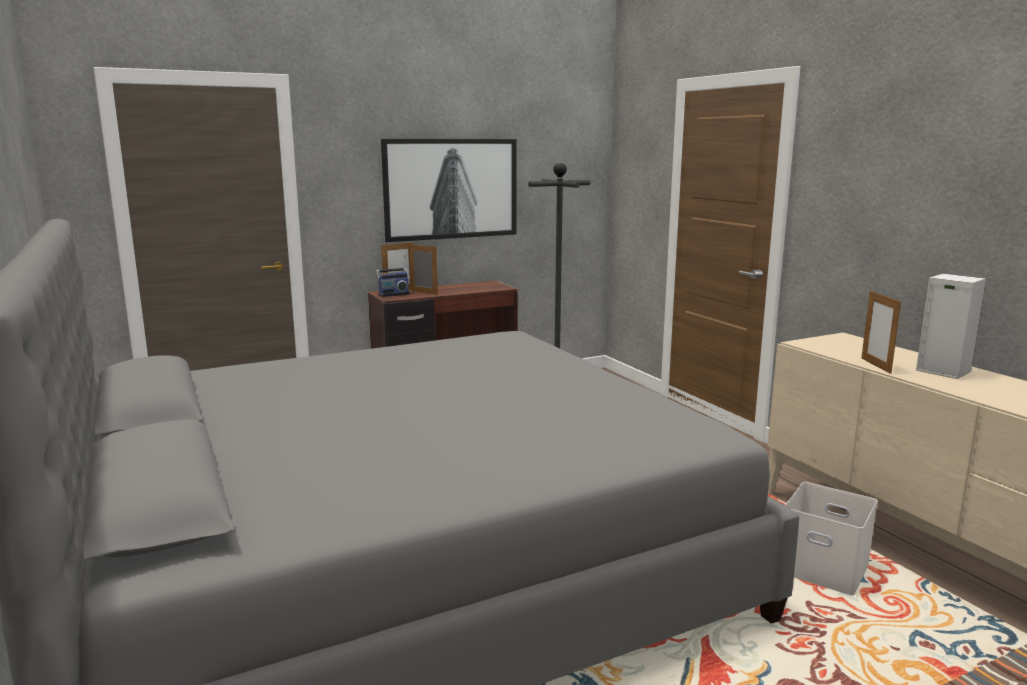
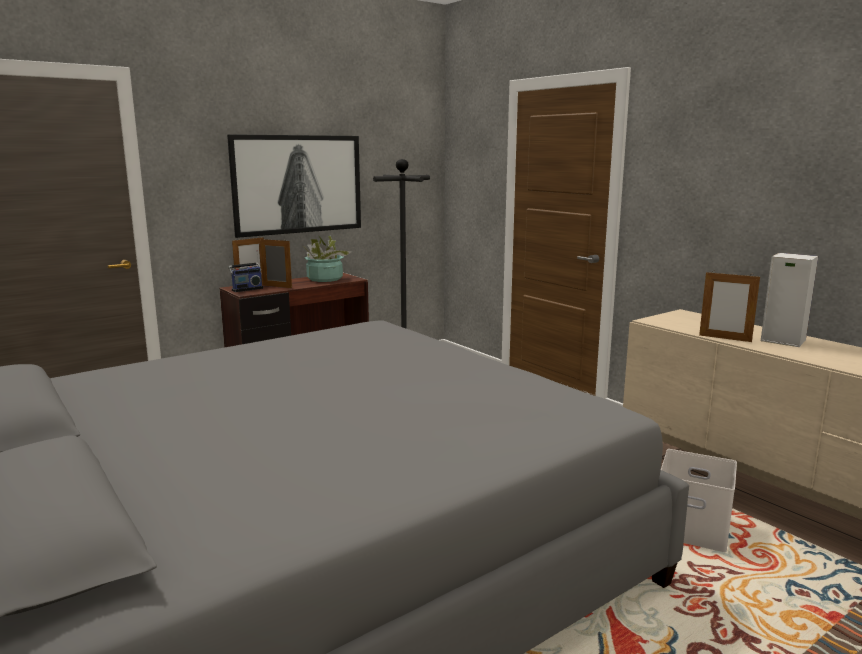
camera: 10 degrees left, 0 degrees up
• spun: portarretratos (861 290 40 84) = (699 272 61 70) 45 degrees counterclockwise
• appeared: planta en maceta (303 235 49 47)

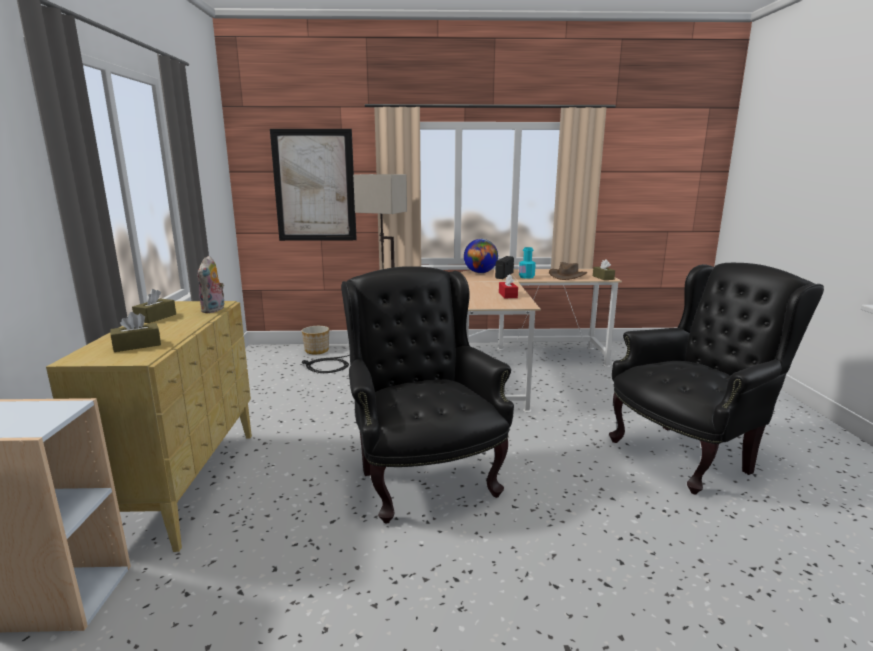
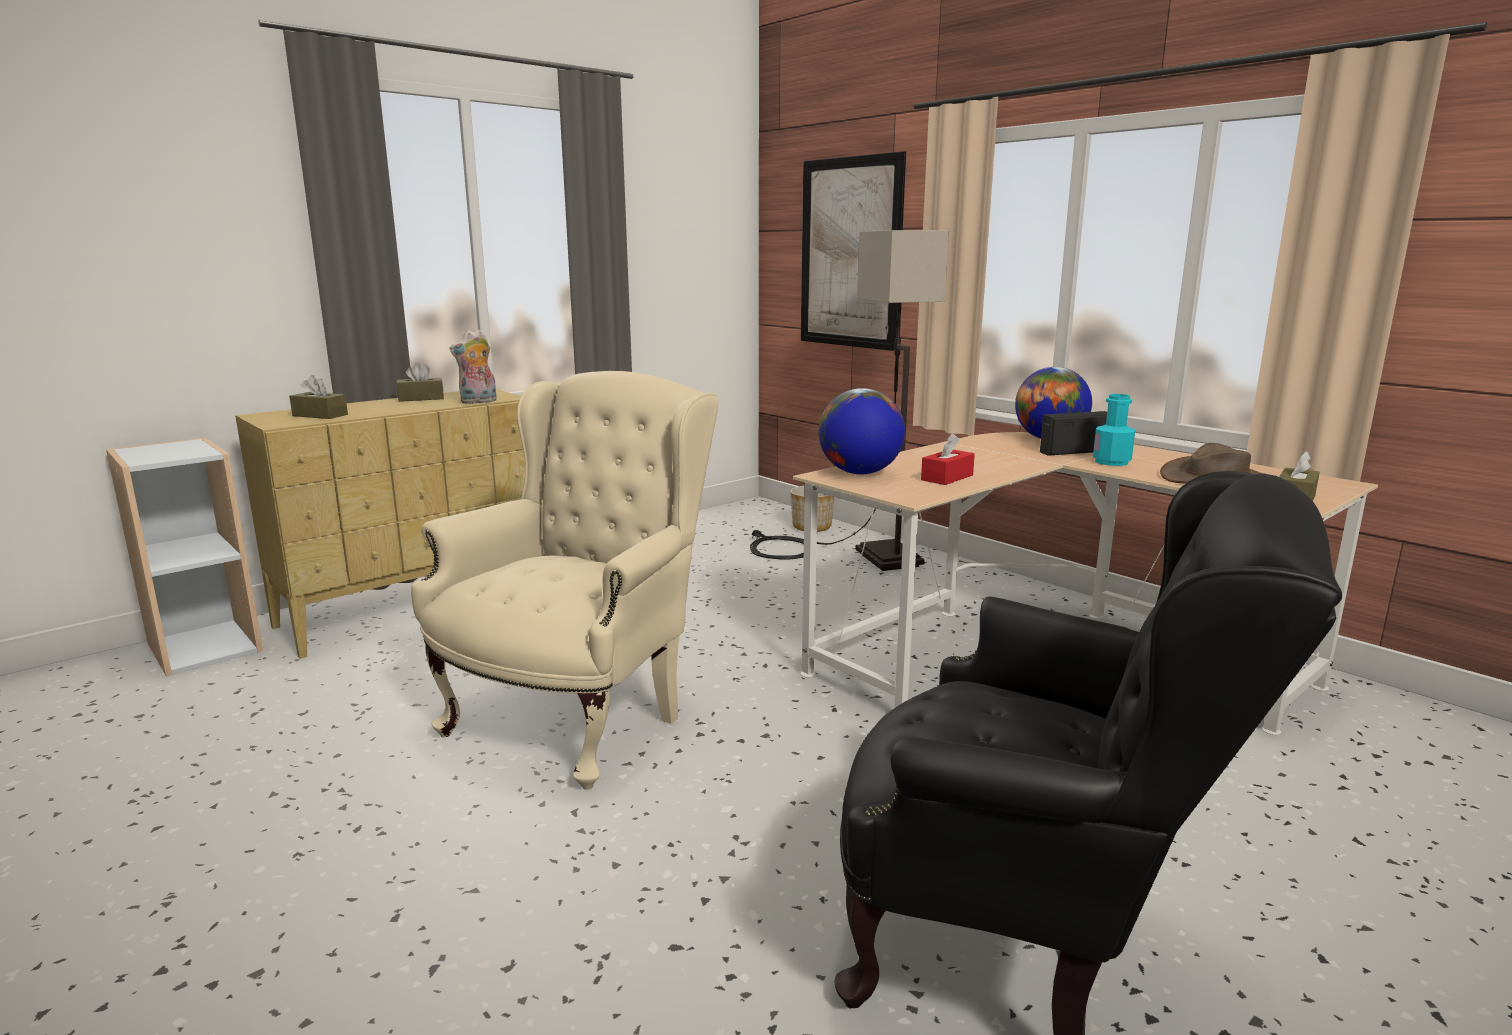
camera: 50 degrees right, 0 degrees up
• colour: sillón [negro] (341 266 173 258) to sillón [beis] (411 371 307 419)
• appeared: globo terráqueo (818 388 87 87)

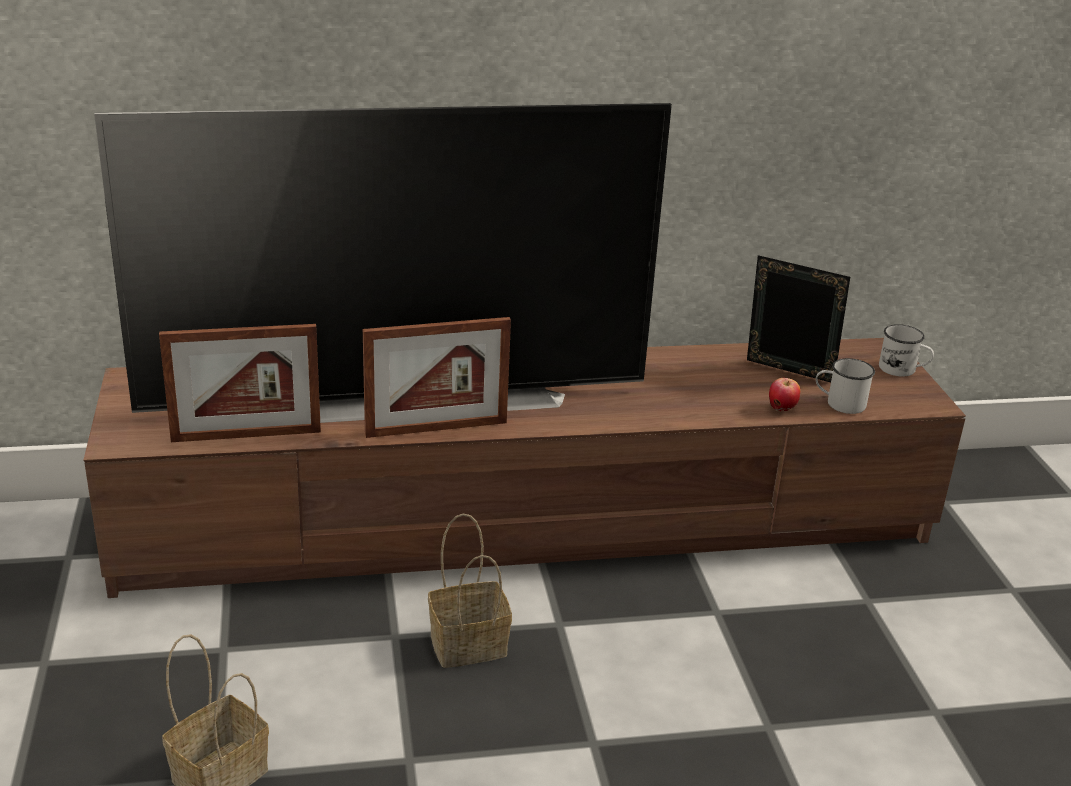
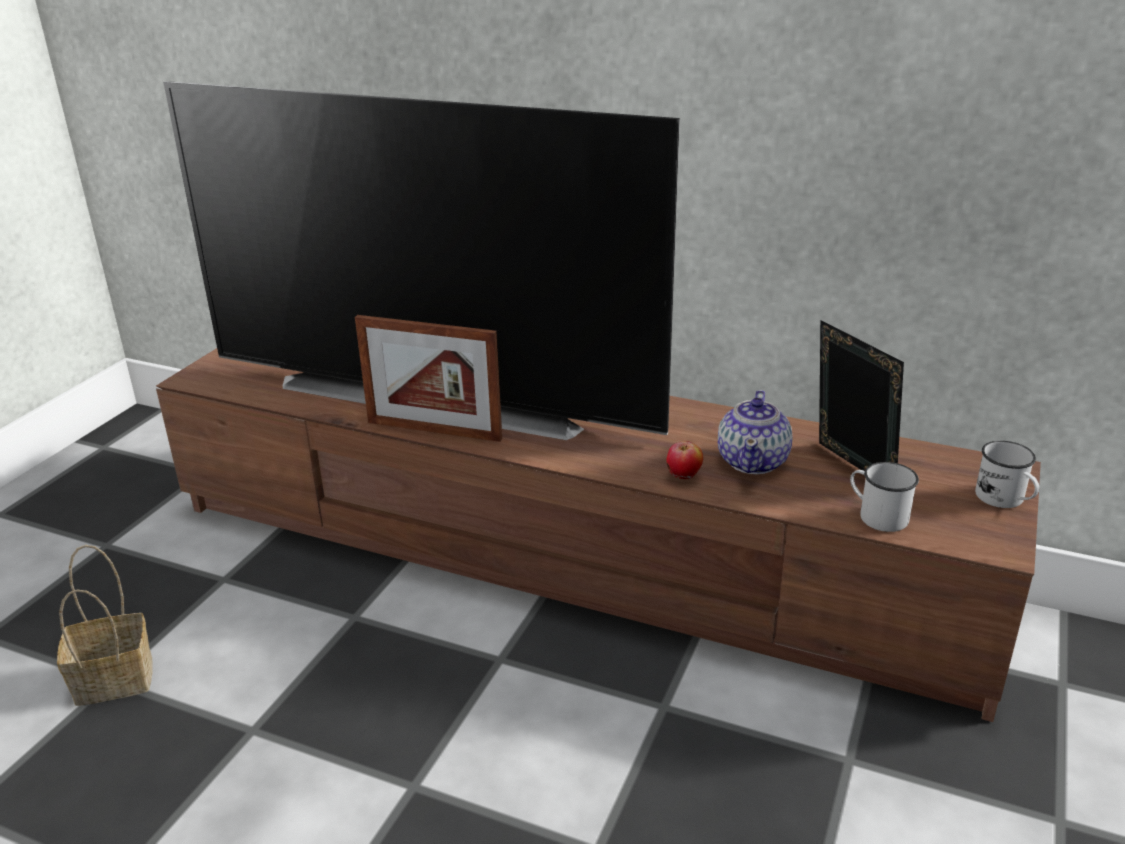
camera: 35 degrees right, 0 degrees up
• missing: portarretratos (159 324 162 118)
• missing: cesta (428 513 84 155)
• relocated: manzana (769 378 31 33) to (666 441 37 38)
• appeared: tetera (718 390 74 84)

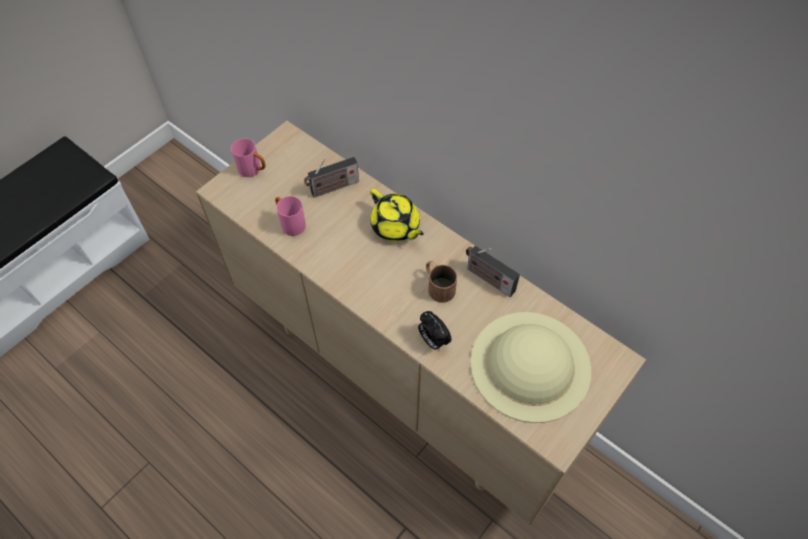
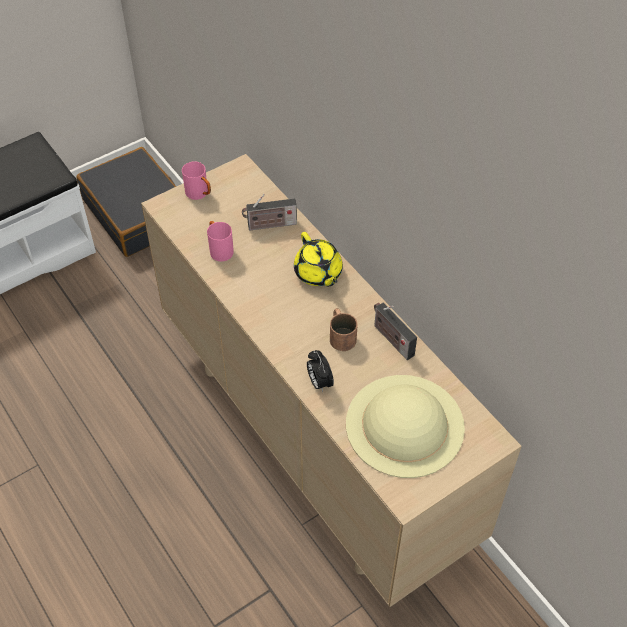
camera: 15 degrees right, 5 degrees down
• appeared: maleta [negro] (76 147 100 110)

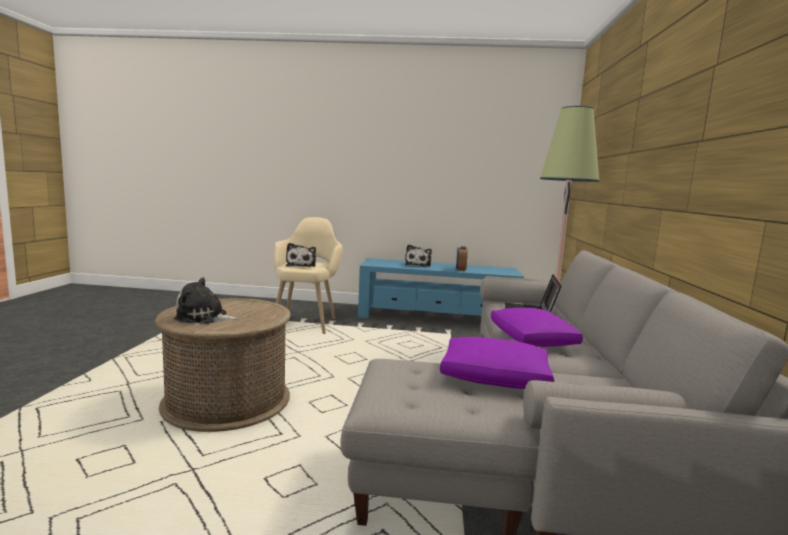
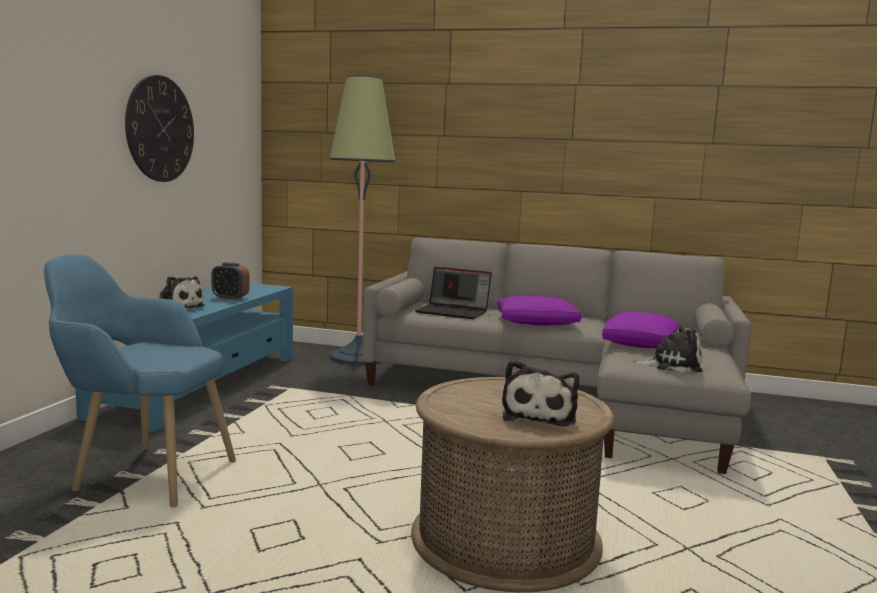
camera: 80 degrees left, 0 degrees up
• colour: sillón [beis] (274 217 69 117) to sillón [azul] (44 255 192 252)
• relocated: peluche (286 243 30 24) to (634 326 69 47)
• appeared: reloj de pared (125 75 69 107)

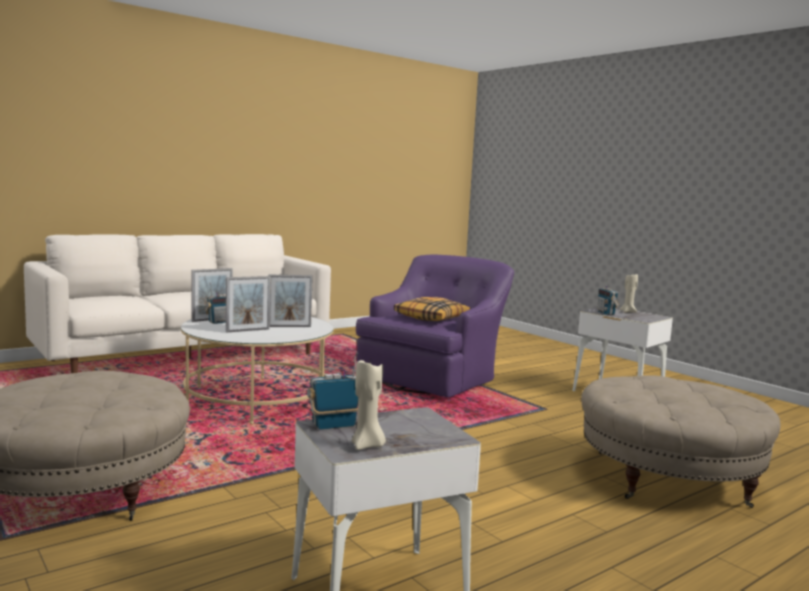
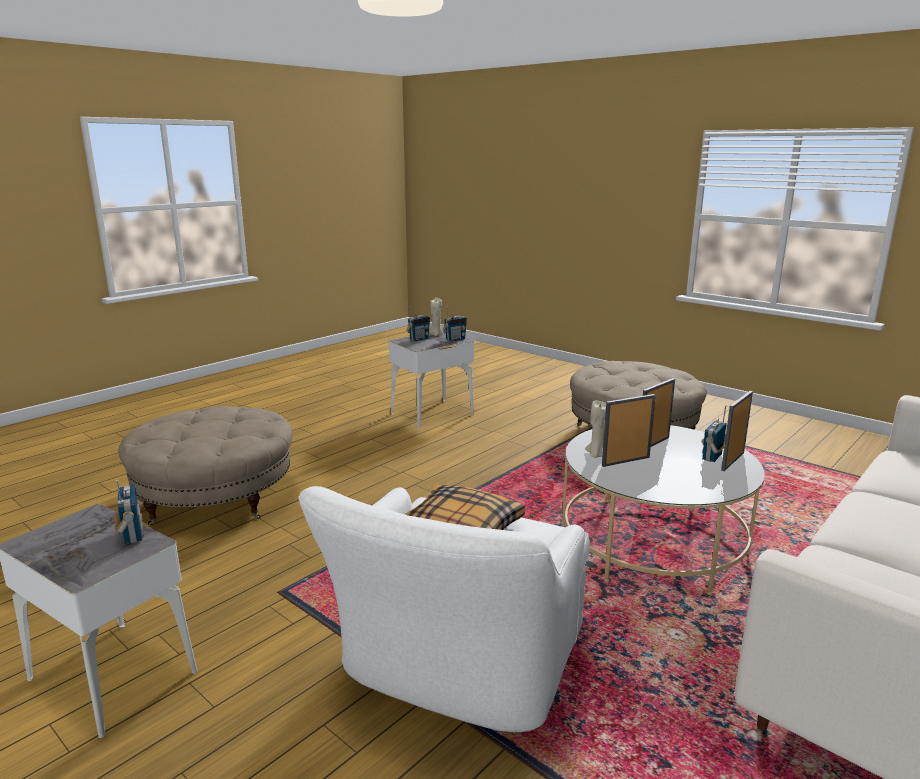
camera: 170 degrees right, 10 degrees up
• colour: sillón [morado] (356 254 158 143) to sillón [blanco] (299 486 291 246)
• relocated: vela [beis] (620 274 18 39) to (585 401 21 57)
• appeared: radio (406 306 24 35)

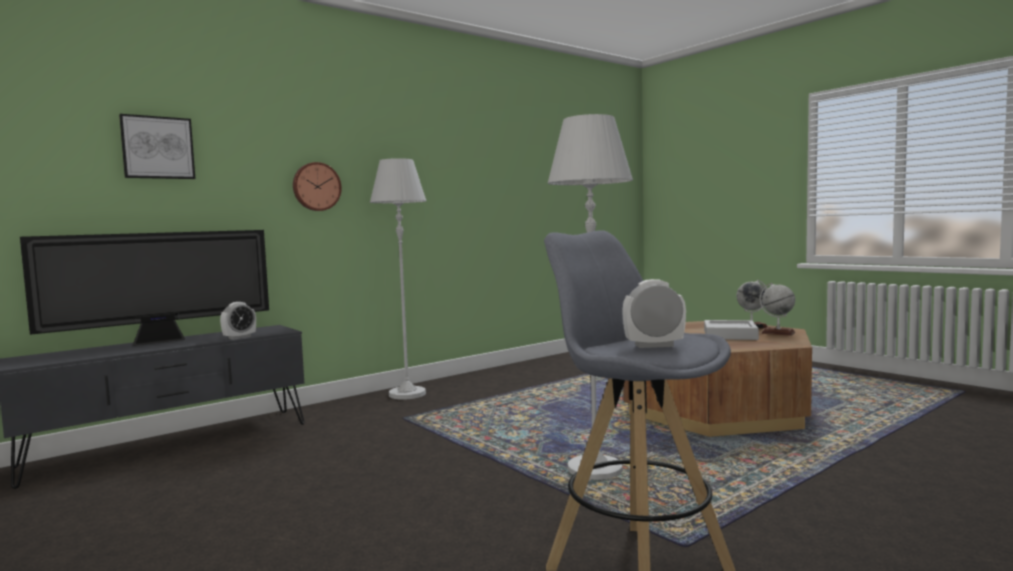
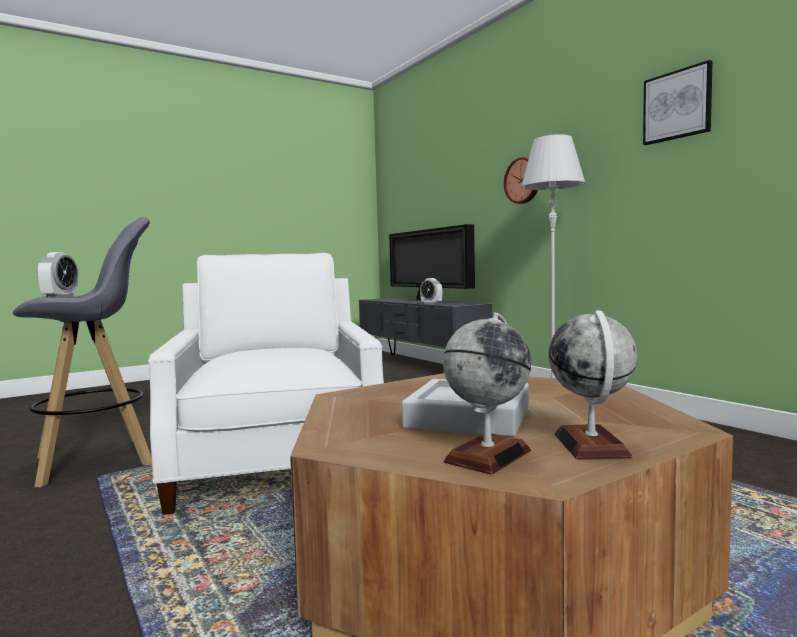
camera: 95 degrees right, 0 degrees up
• relocated: cuadro (119 114 76 65) to (643 60 70 85)
• exchanged: lámpara de pie [blanco] (548 114 85 366) to sillón [blanco] (148 253 236 262)

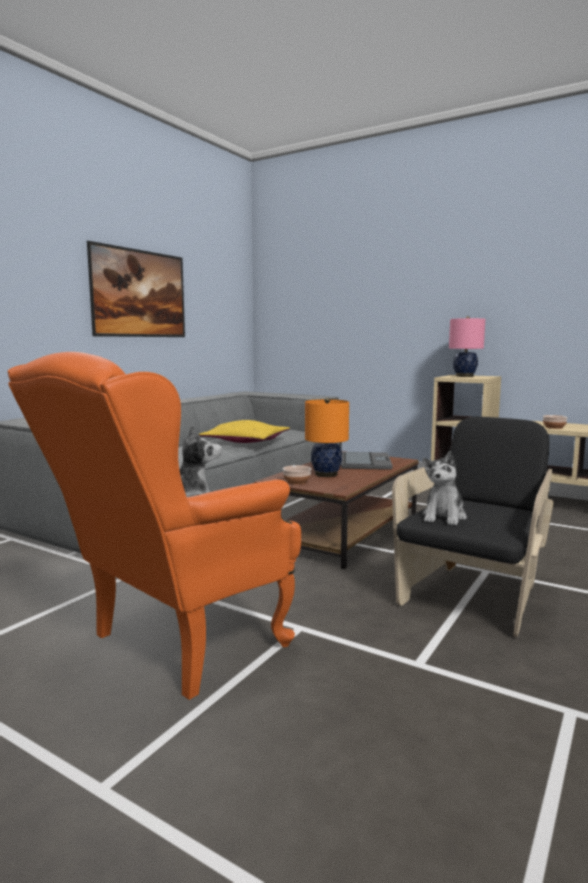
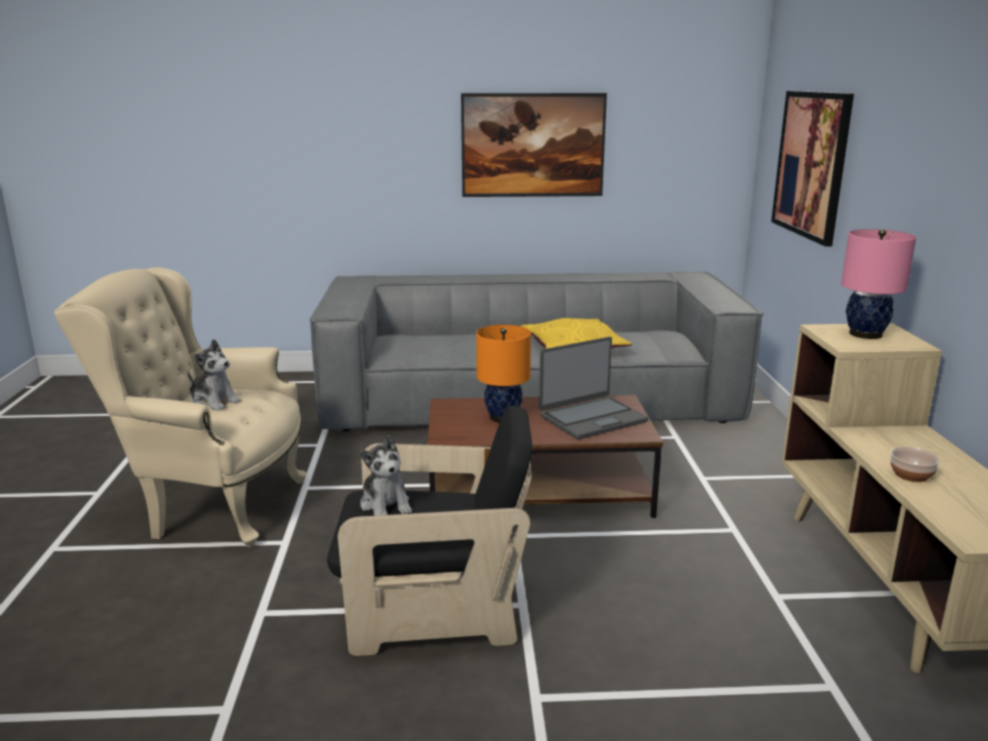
camera: 55 degrees right, 10 degrees up
• colour: sillón [naranja] (7 352 294 348) to sillón [beis] (54 268 253 280)
• missing: cuenco (283 465 28 20)
• spun: peluche (422 451 45 74) = (360 435 52 81) 105 degrees counterclockwise
• appeared: cuadro (771 91 83 155)

